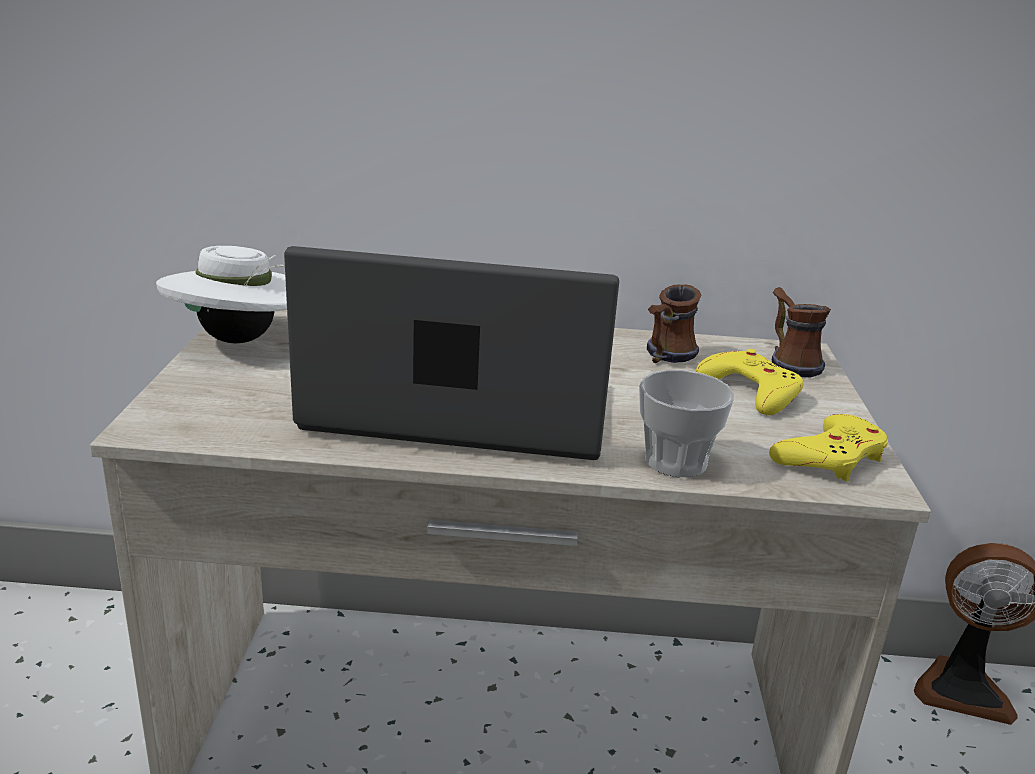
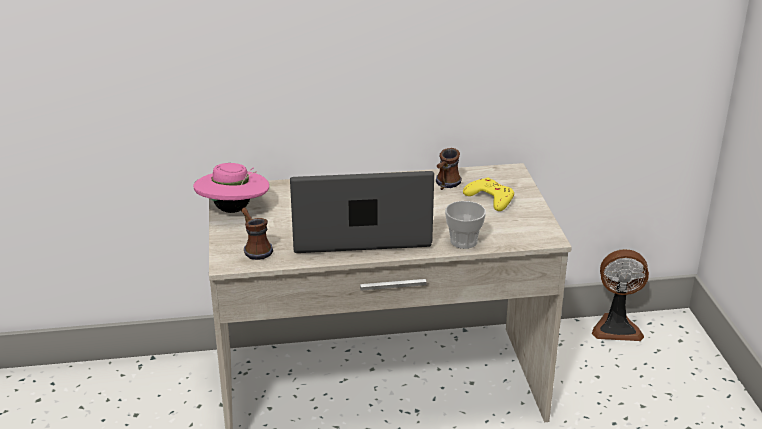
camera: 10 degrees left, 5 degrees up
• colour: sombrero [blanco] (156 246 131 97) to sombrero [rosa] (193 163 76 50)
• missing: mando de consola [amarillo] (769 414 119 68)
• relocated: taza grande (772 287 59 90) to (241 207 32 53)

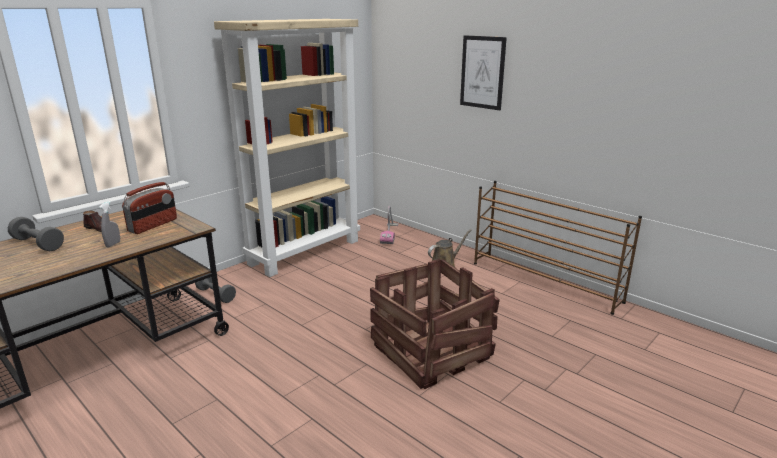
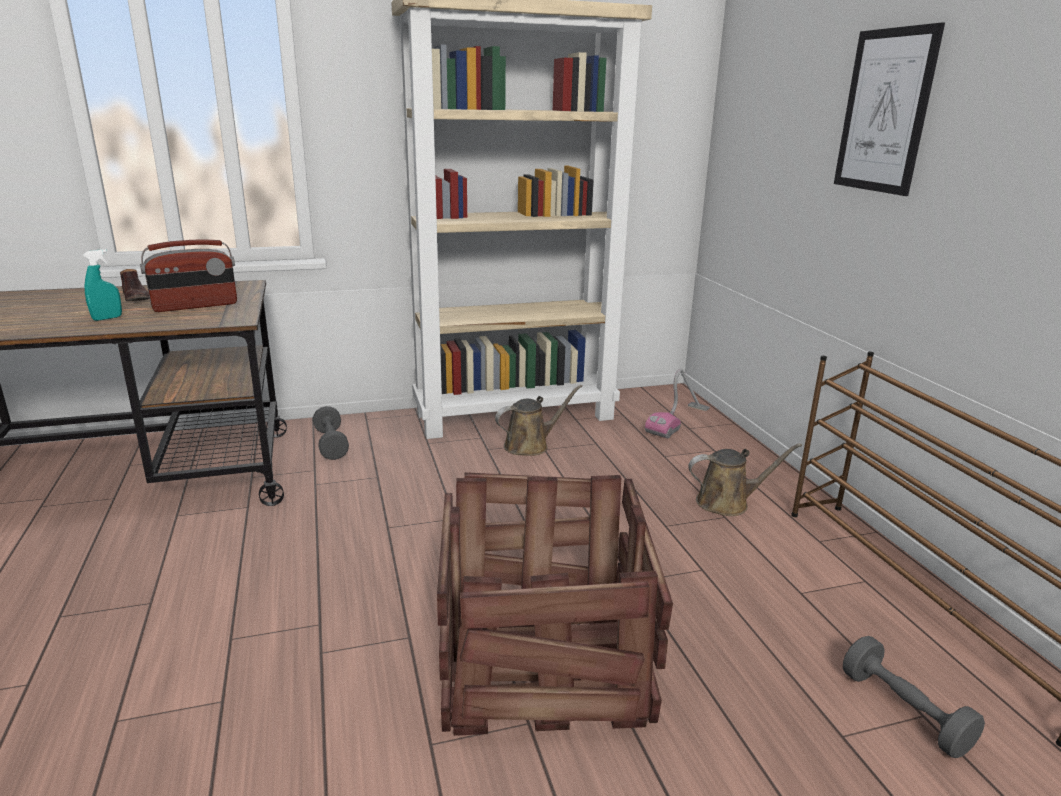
camera: 30 degrees right, 0 degrees up
• relocated: mancuerna [gris] (8 217 56 34) to (843 636 142 122)
• colour: pulverizador [gris] (99 201 21 46) to pulverizador [turquesa] (83 249 39 72)
• appeared: regadera [marrón] (495 385 87 71)

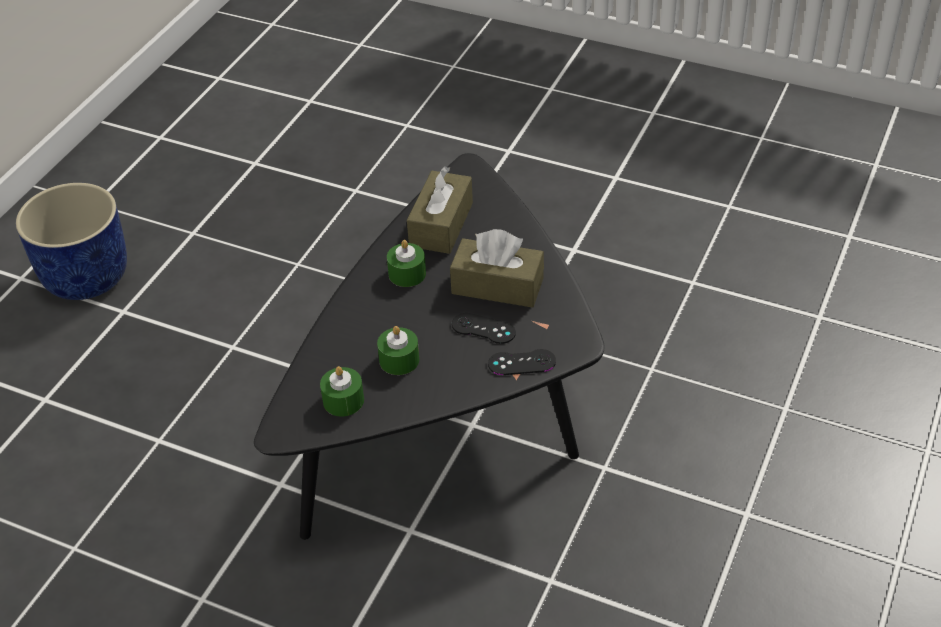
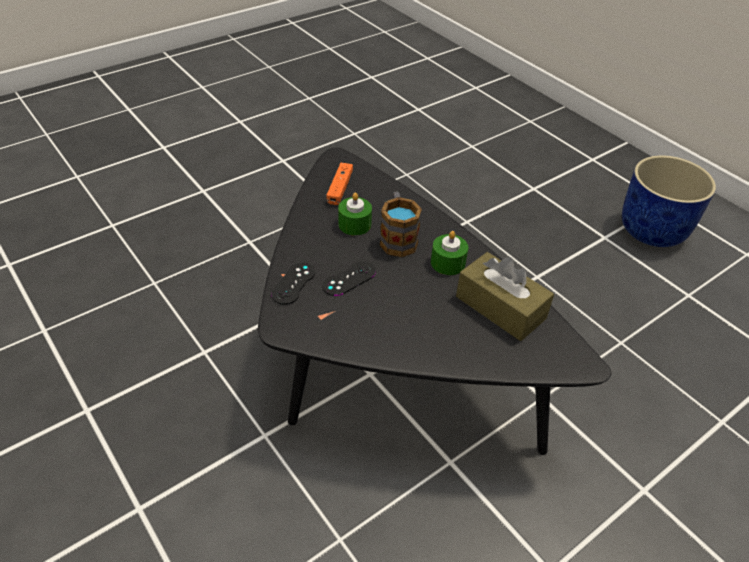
camera: 115 degrees right, 0 degrees up
• exchanged: vela [verde] (320 366 44 51) to mando de consola [naranja] (326 163 27 42)
• missing: caja de pañuelos [marrón] (450 229 94 79)
• appeared: taza grande (380 192 42 65)

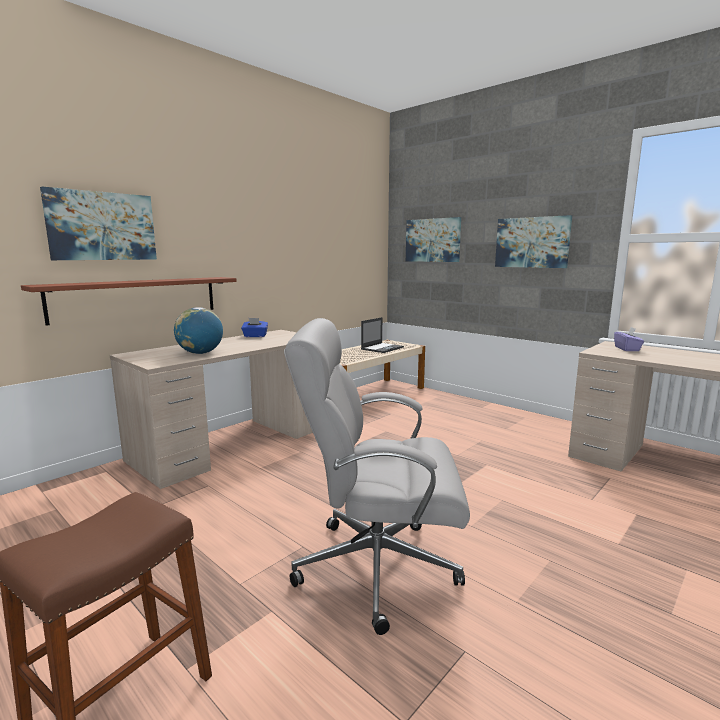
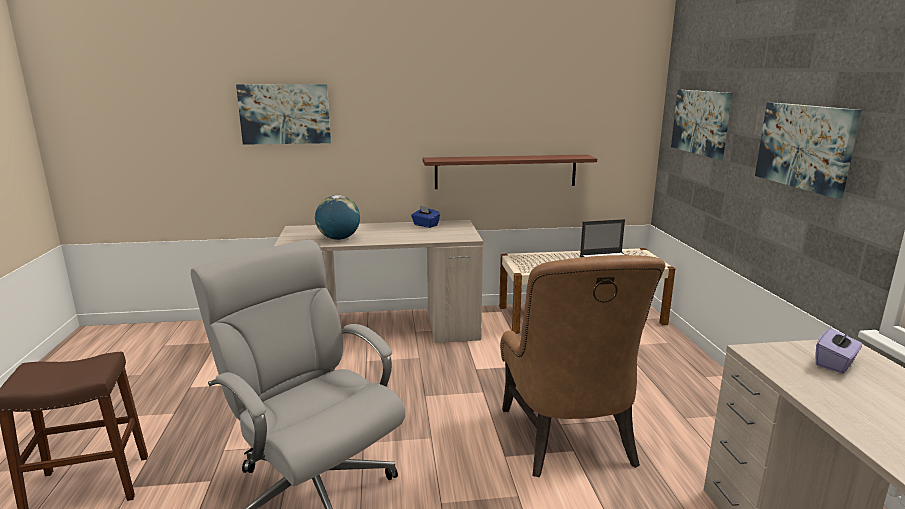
camera: 40 degrees right, 5 degrees up
• relocated: estante (21 277 216 49) to (423 155 174 34)
• appeared: silla [marrón] (500 255 165 222)

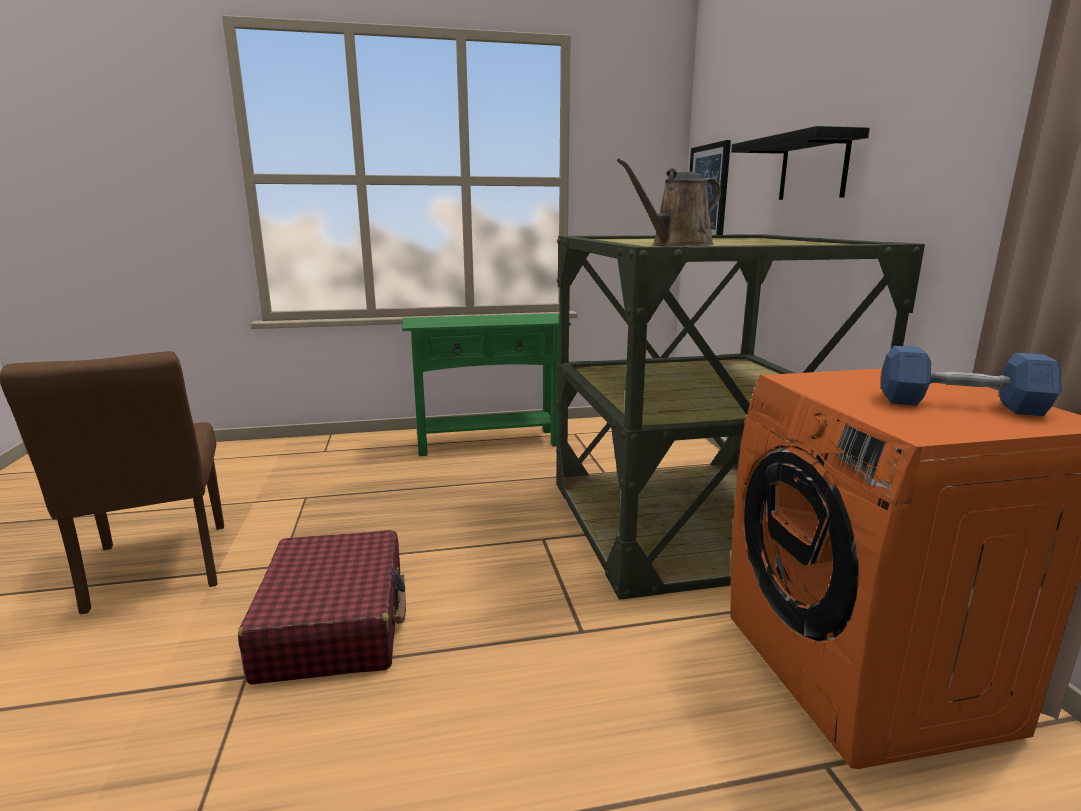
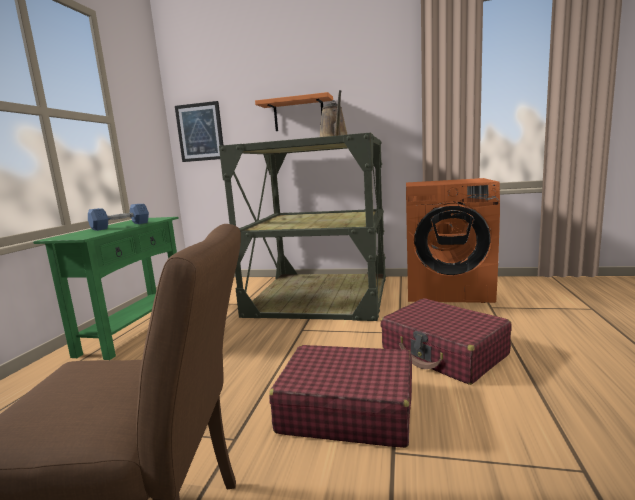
camera: 65 degrees left, 5 degrees down
• colour: estante [negro] (731 126 139 74) to estante [naranja] (255 92 78 39)
• relocated: mancuerna [azul] (881 346 180 70) to (88 204 61 27)
• appeared: maleta [rojo] (380 298 132 87)

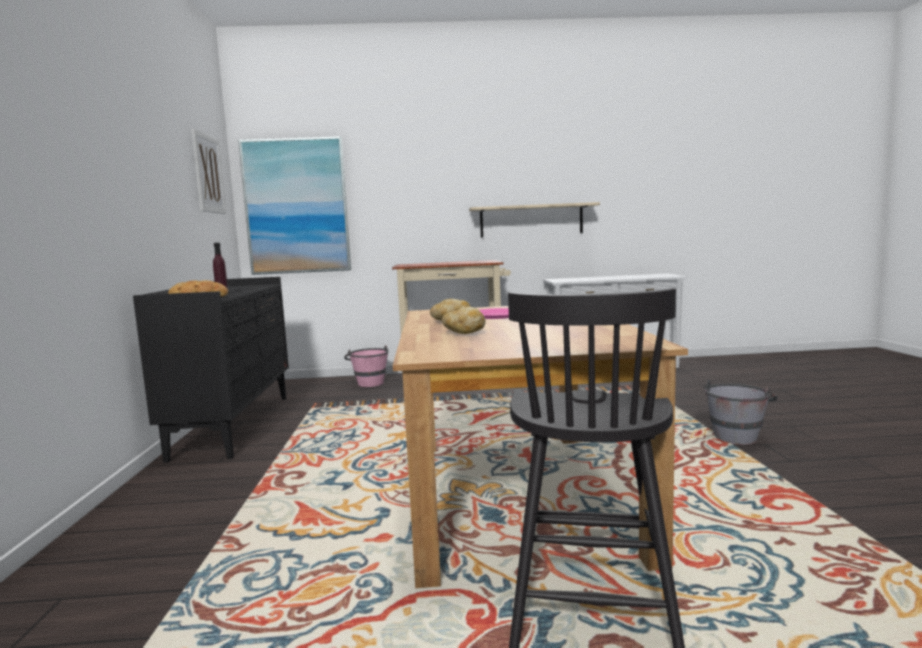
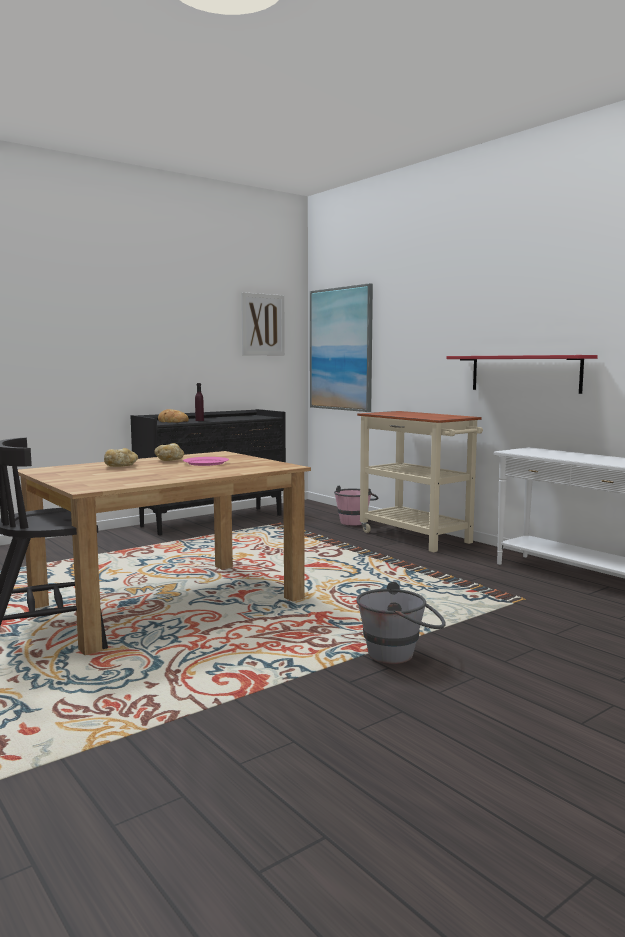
camera: 55 degrees right, 0 degrees up
• colour: estante [beis] (469 202 131 36) to estante [rojo] (447 355 151 39)

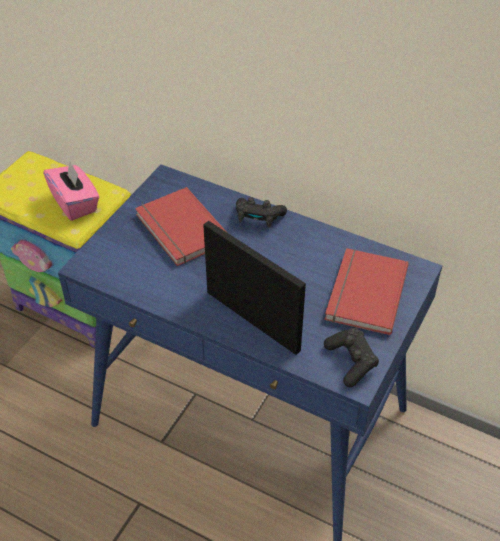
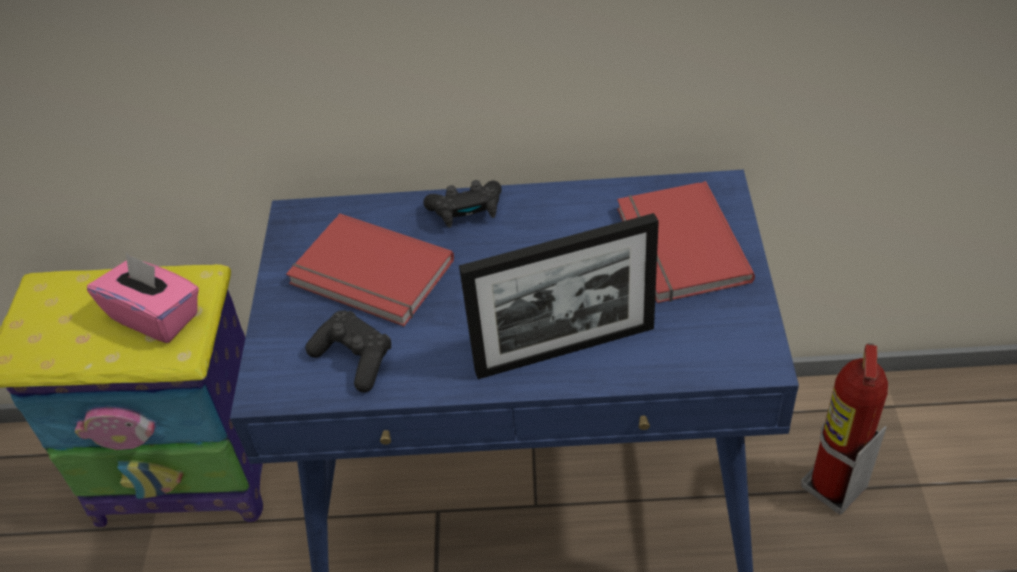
camera: 25 degrees left, 0 degrees up
• spun: portarretratos (203 221 103 134) = (459 213 200 166) 150 degrees clockwise
• relocated: mando de consola [negro] (324 328 55 59) to (305 310 87 83)
• appeared: extintor (801 343 87 172)

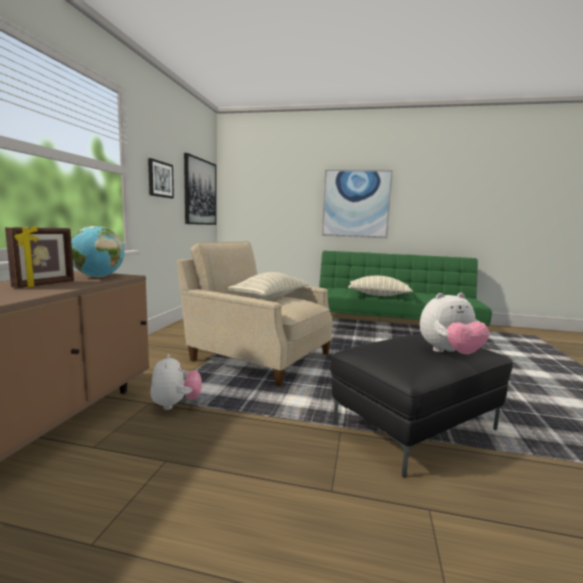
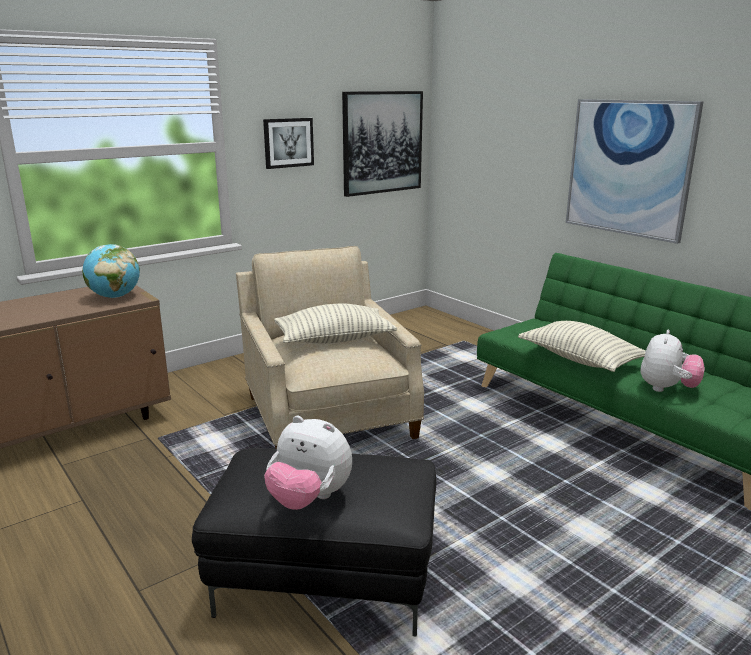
camera: 40 degrees right, 10 degrees up
• missing: portarretratos (5 225 69 63)
• relocated: peluche (150 354 52 56) to (641 329 63 63)

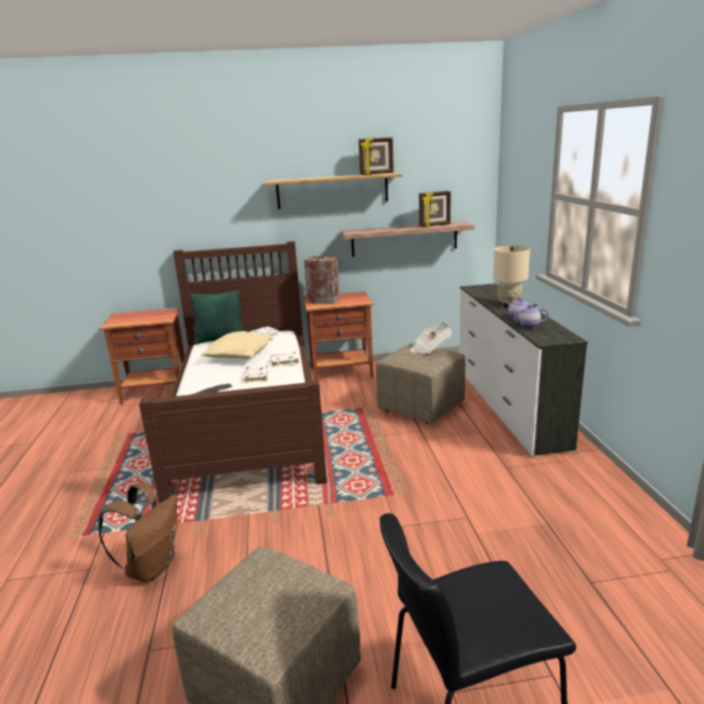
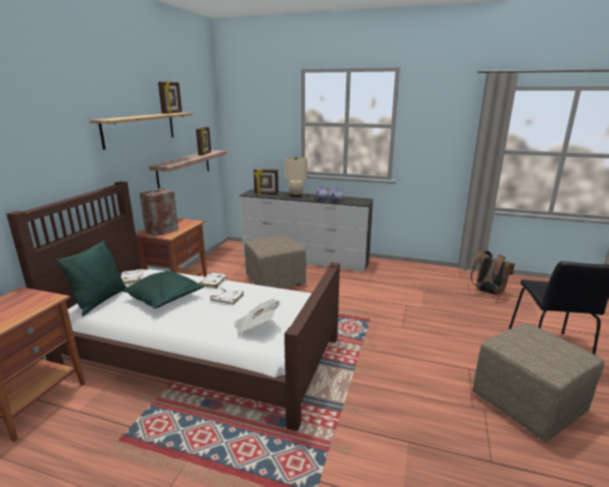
camera: 65 degrees left, 0 degrees up
• relocated: mochila [marrón] (98 482 80 101) to (471 251 44 44)
• colour: cojín [beis] (201 331 73 27) to cojín [verde] (123 271 82 38)
• missing: periódico (410 322 42 32)
• appeared: portarretratos (254 169 25 25)

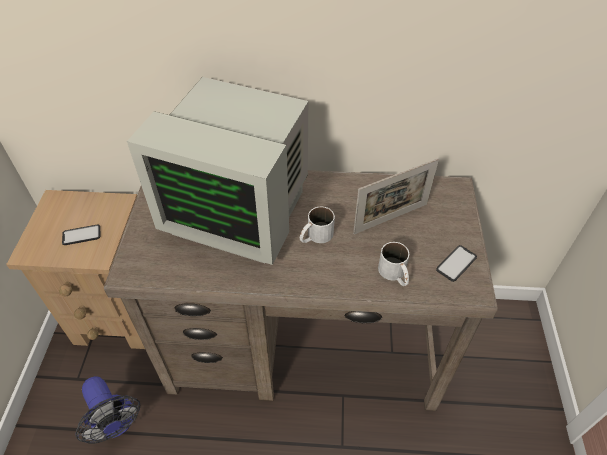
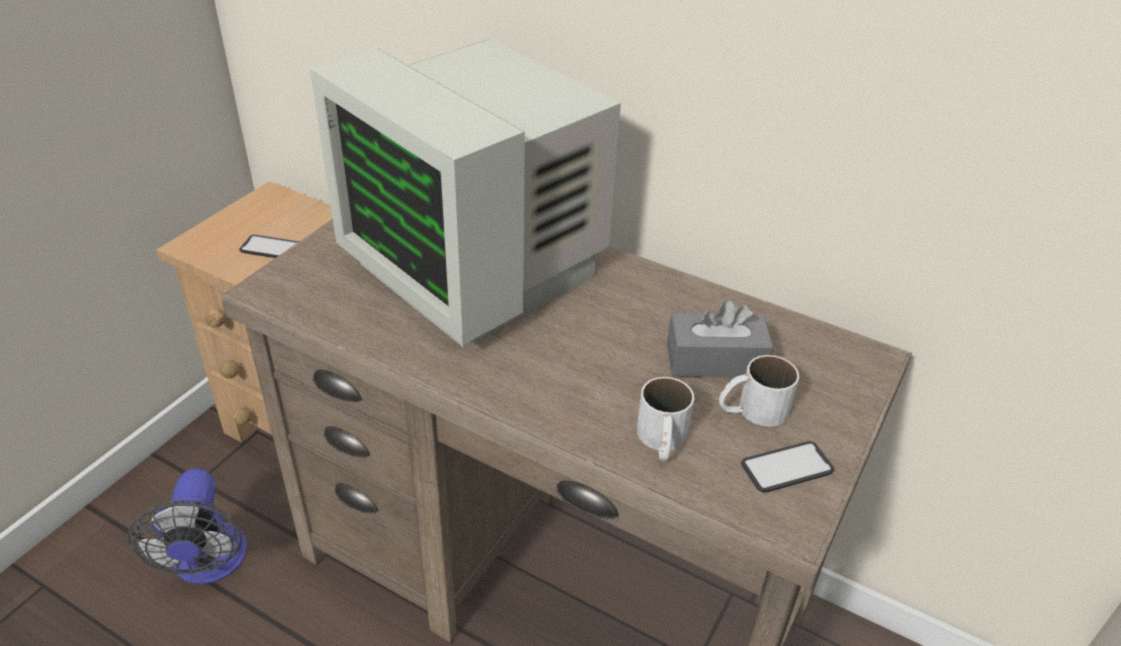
camera: 25 degrees right, 10 degrees down
• relocated: taza grande [blanco] (300 207 35 36) to (719 355 80 72)
• exchanged: portarretratos (353 158 86 76) to caja de pañuelos [gris] (667 300 107 77)

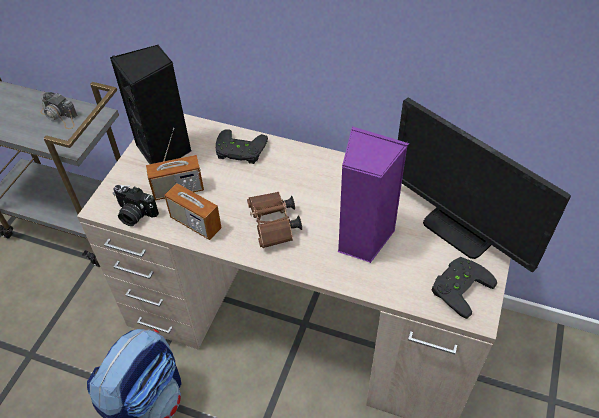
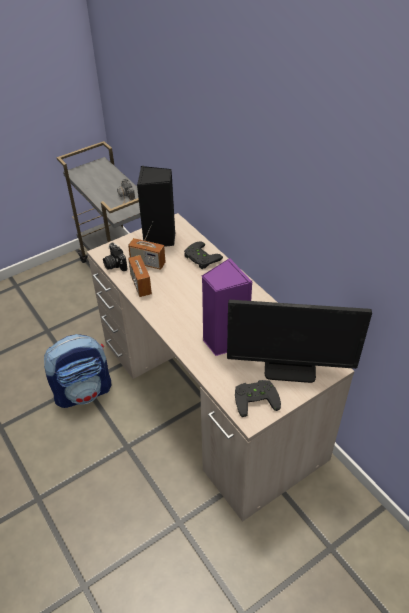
camera: 35 degrees right, 5 degrees down
• missing: prismáticos [marrón] (247 192 55 56)
• spun: monitor (398 98 173 174) = (227 300 145 83) 75 degrees counterclockwise

